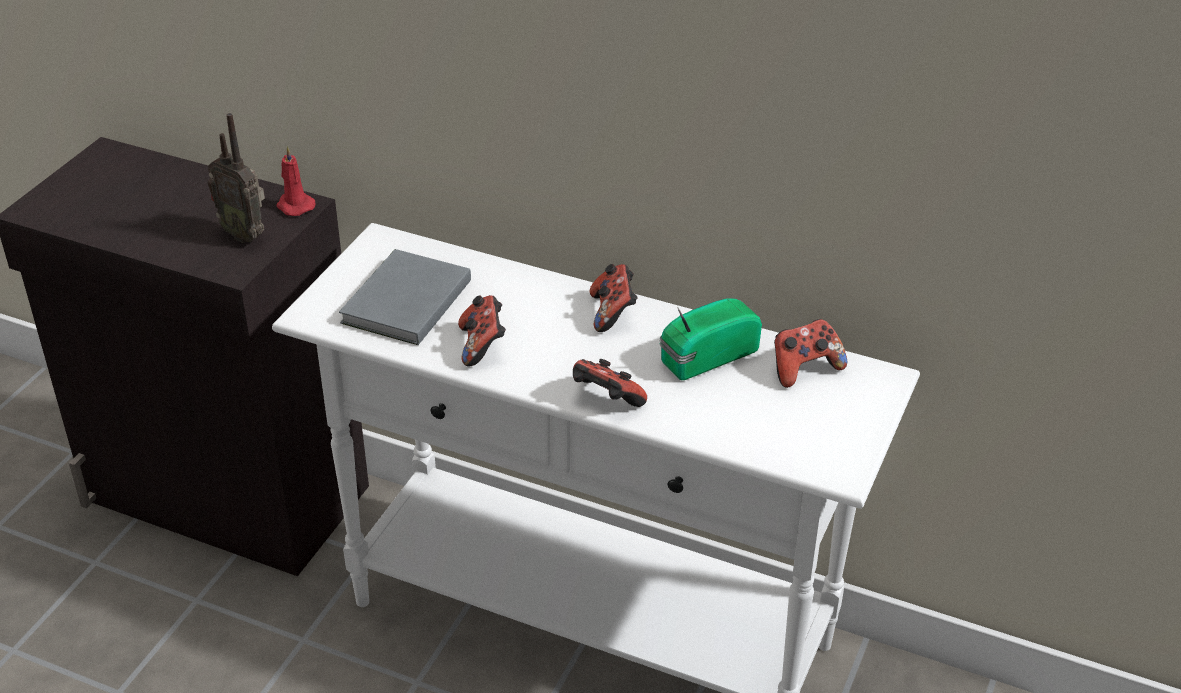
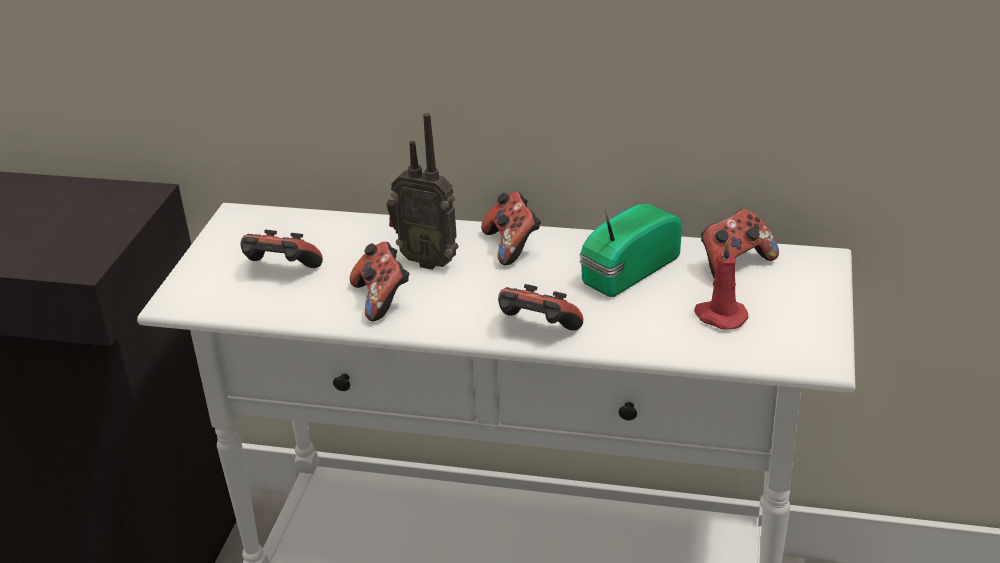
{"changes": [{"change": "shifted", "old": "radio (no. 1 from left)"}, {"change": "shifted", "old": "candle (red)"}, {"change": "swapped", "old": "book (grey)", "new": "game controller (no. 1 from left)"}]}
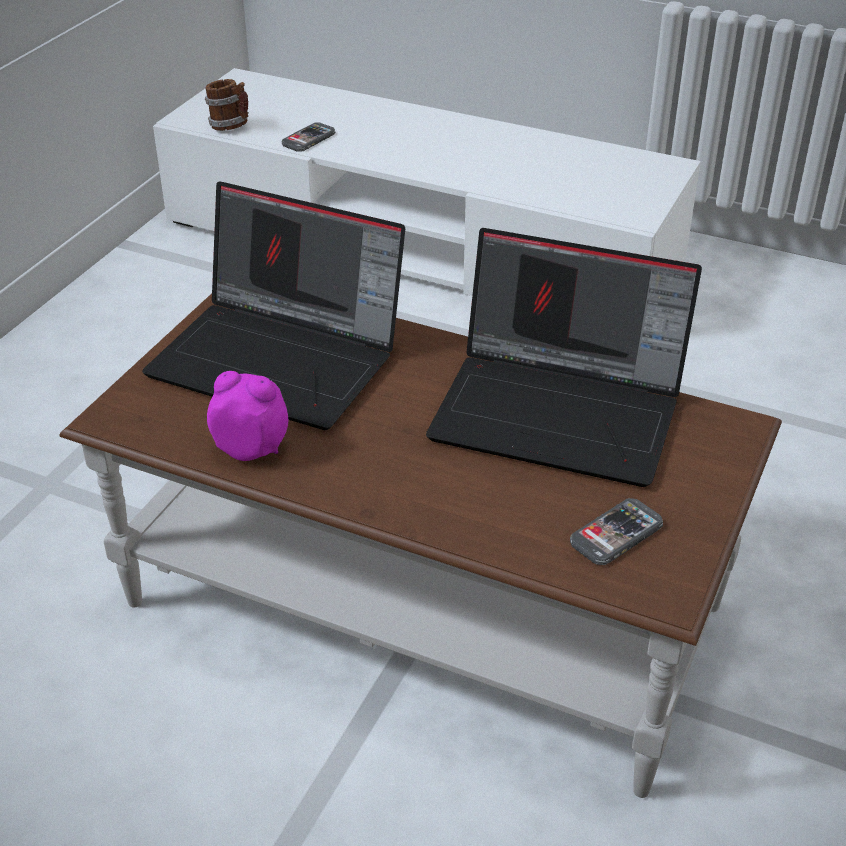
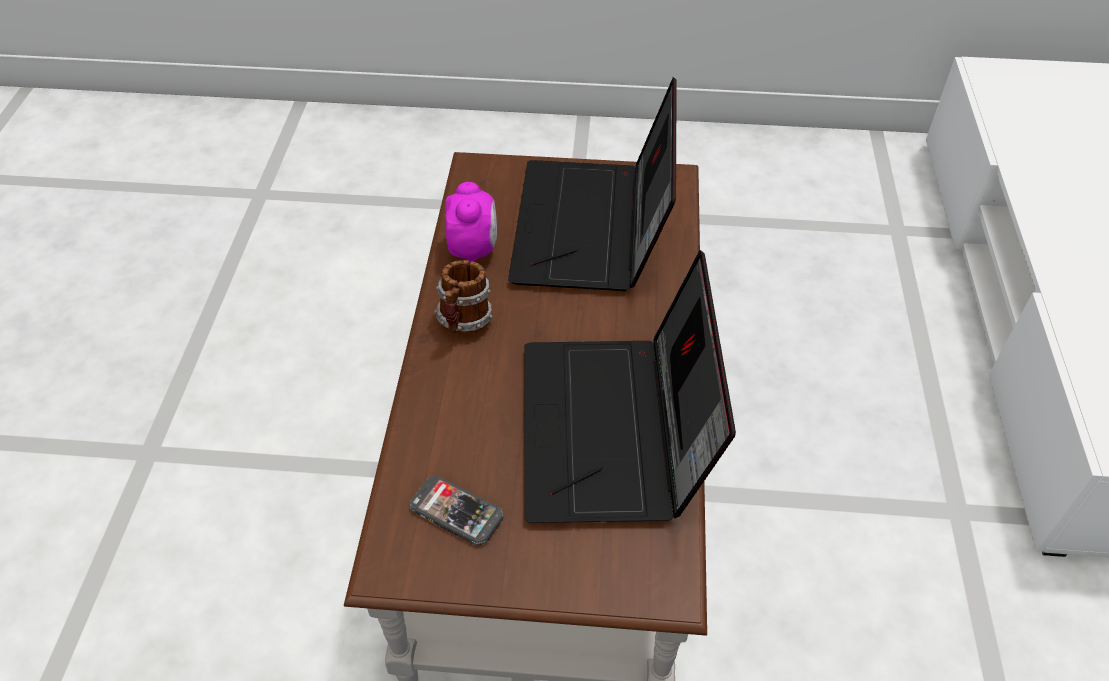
{"changes": [{"change": "gone", "old": "phone (no. 1 from left)"}, {"change": "shifted", "old": "mug"}]}
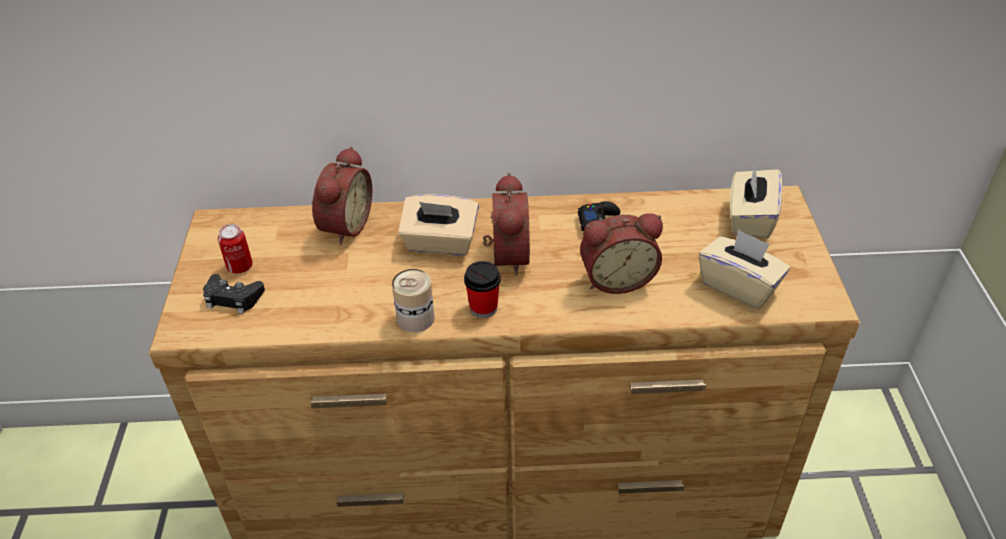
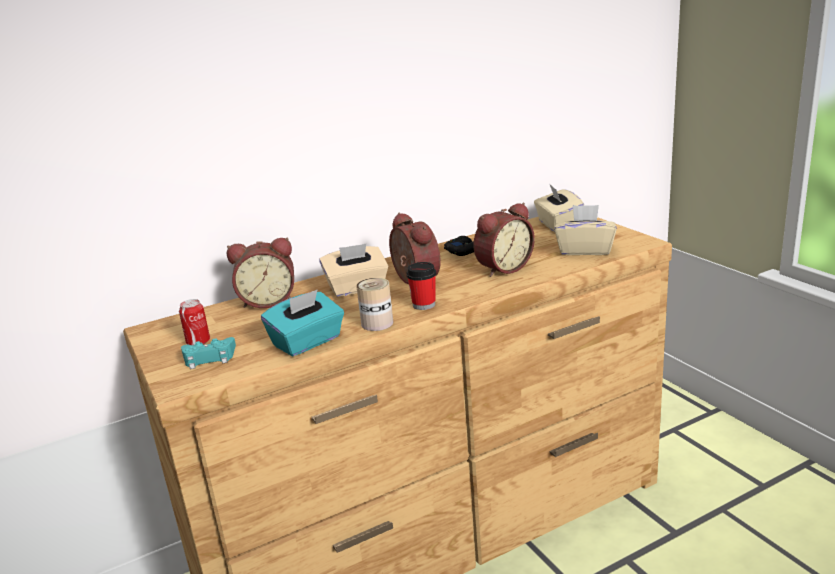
{"changes": [{"change": "new", "new": "tissue box (turquoise)"}, {"change": "repainted", "old": "game controller (black) (no. 1 from left)", "new": "game controller (turquoise)"}, {"change": "rotated", "old": "alarm clock (no. 1 from left)", "degrees": 90}]}
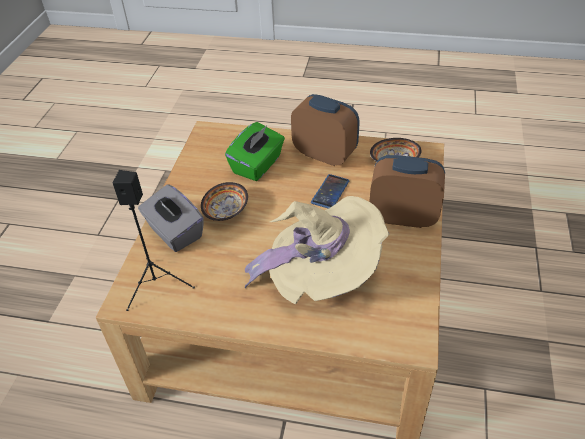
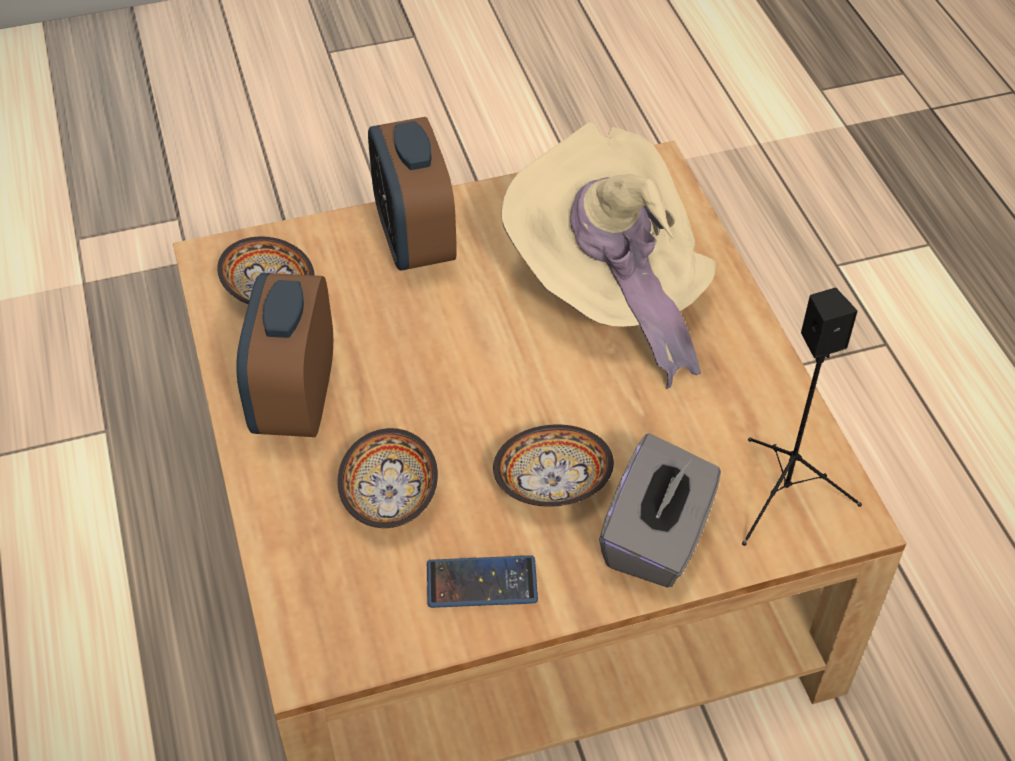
{"changes": [{"change": "shifted", "old": "phone"}, {"change": "swapped", "old": "tissue box (green)", "new": "bowl (no. 2 from left)"}]}
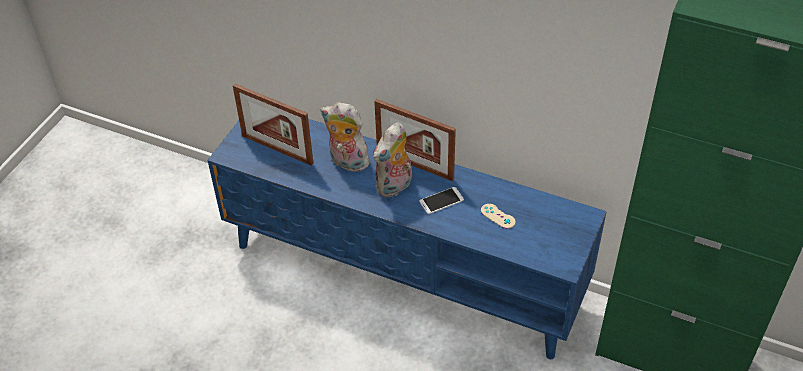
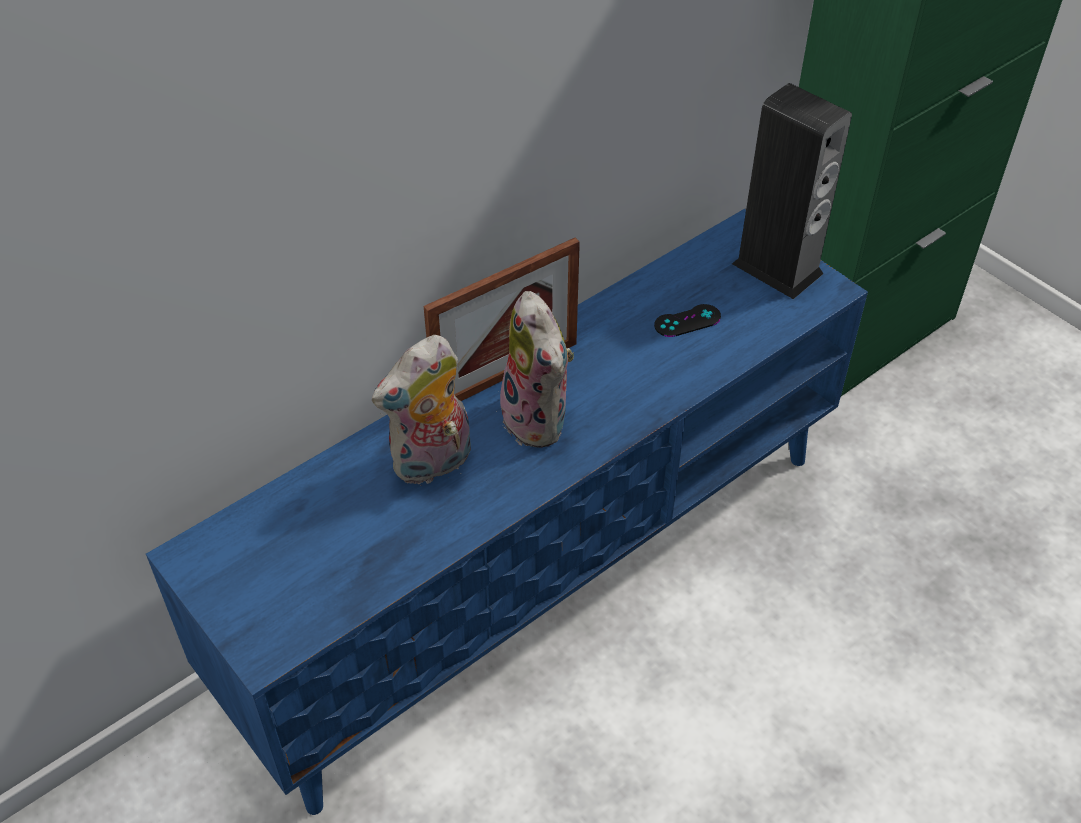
{"changes": [{"change": "gone", "old": "picture frame (no. 1 from left)"}, {"change": "gone", "old": "phone"}, {"change": "new", "new": "speaker"}, {"change": "repainted", "old": "game controller (beige)", "new": "game controller (black)"}]}
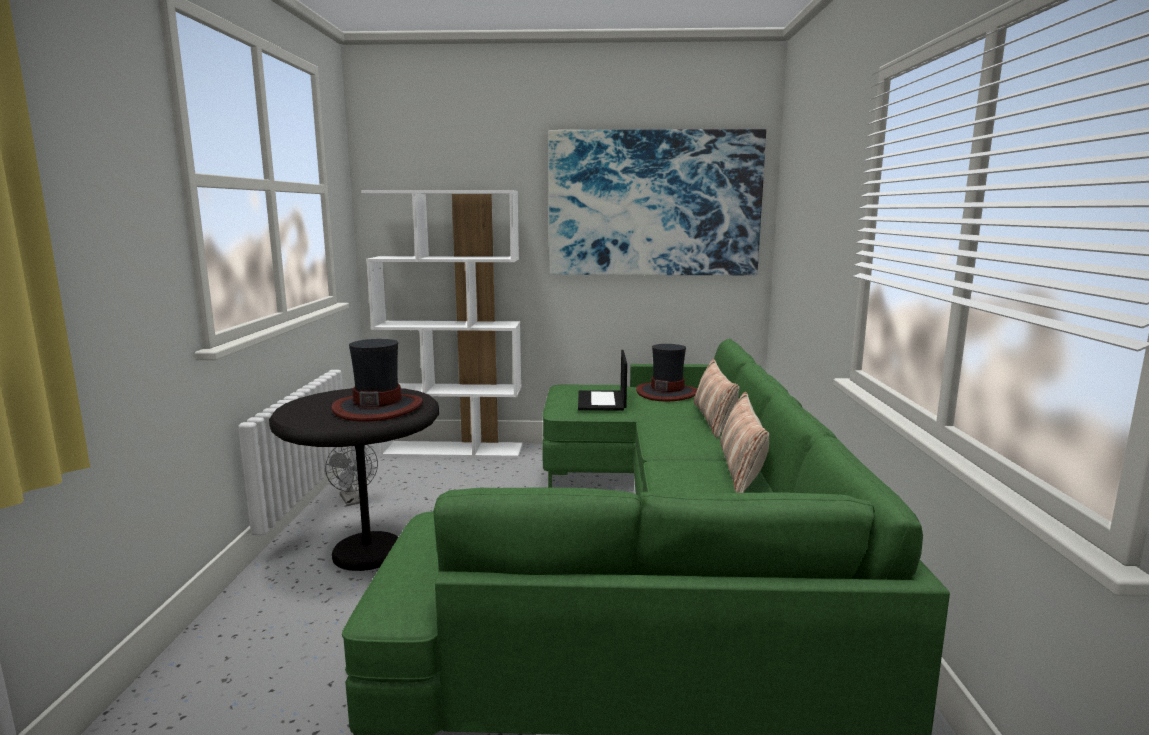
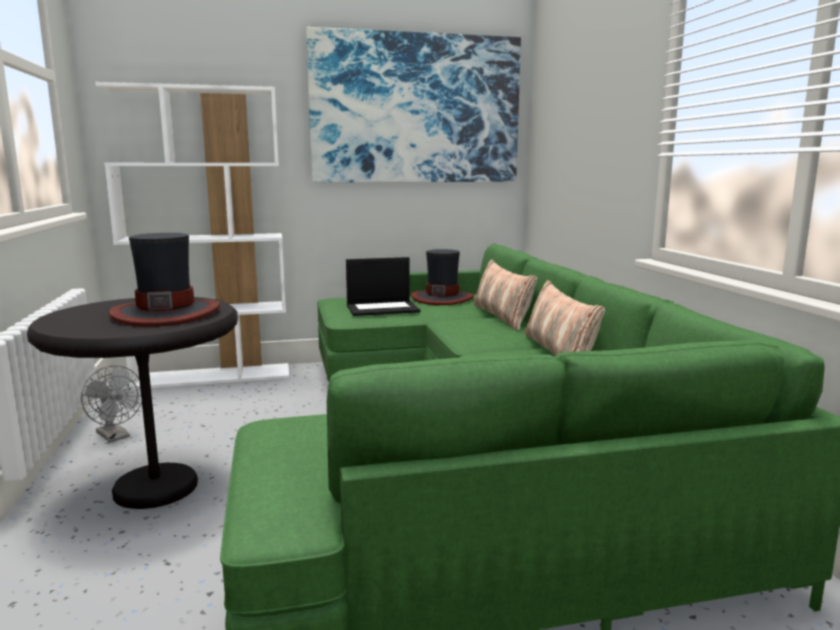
{"changes": [{"change": "rotated", "old": "laptop", "degrees": -90}]}
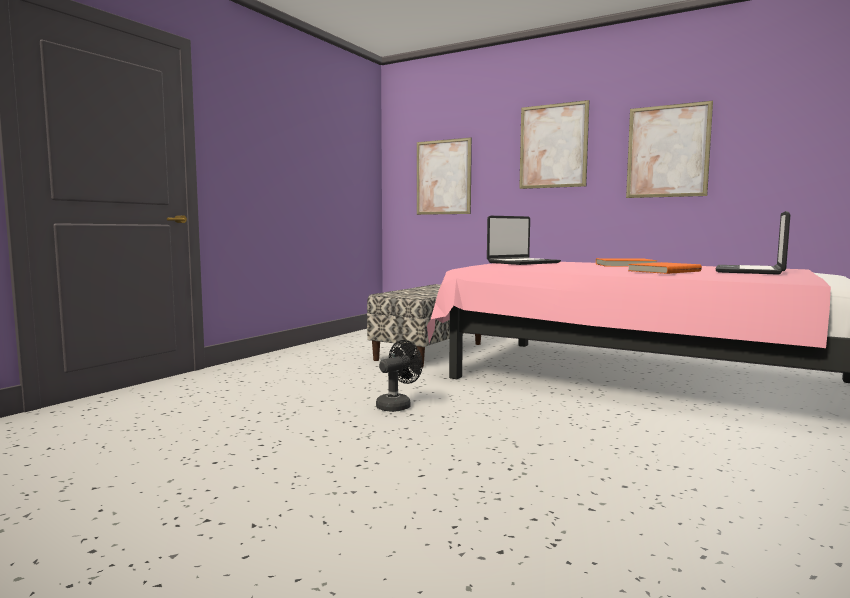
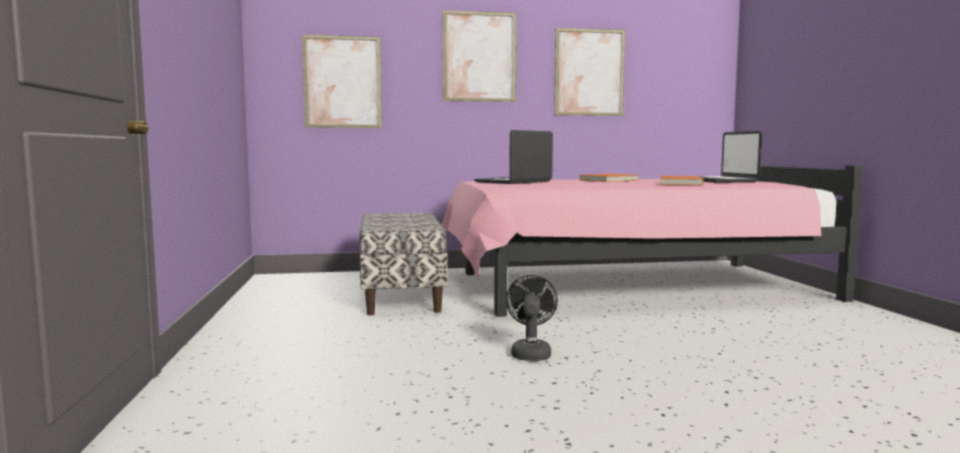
{"changes": [{"change": "rotated", "old": "laptop (no. 1 from left)", "degrees": -150}]}
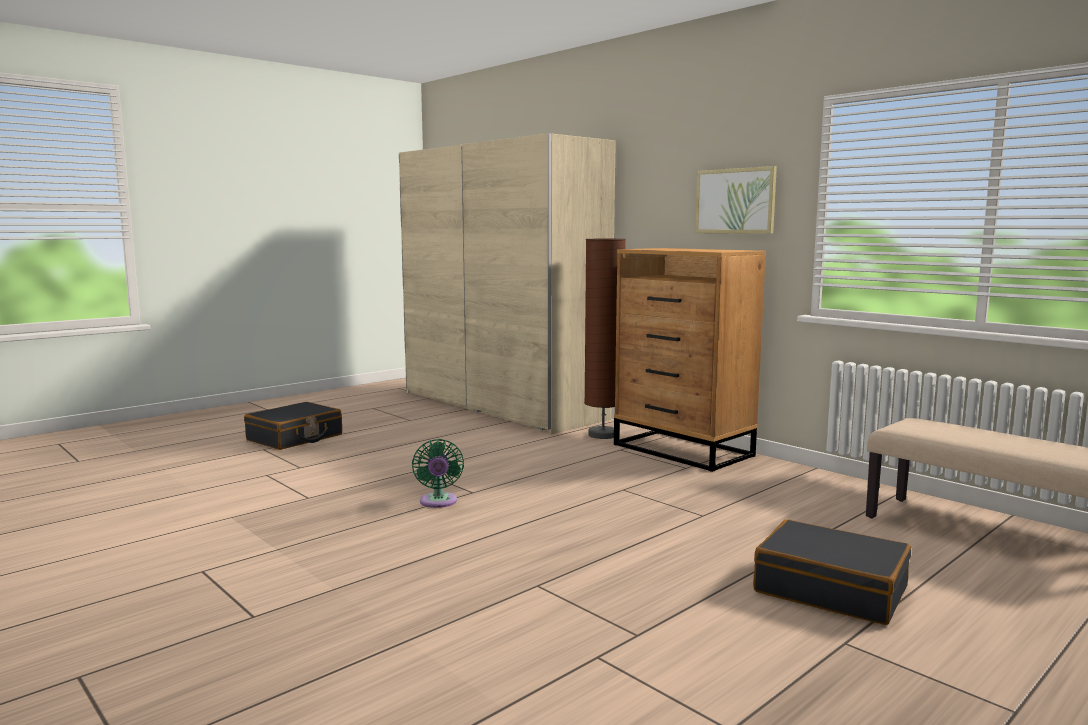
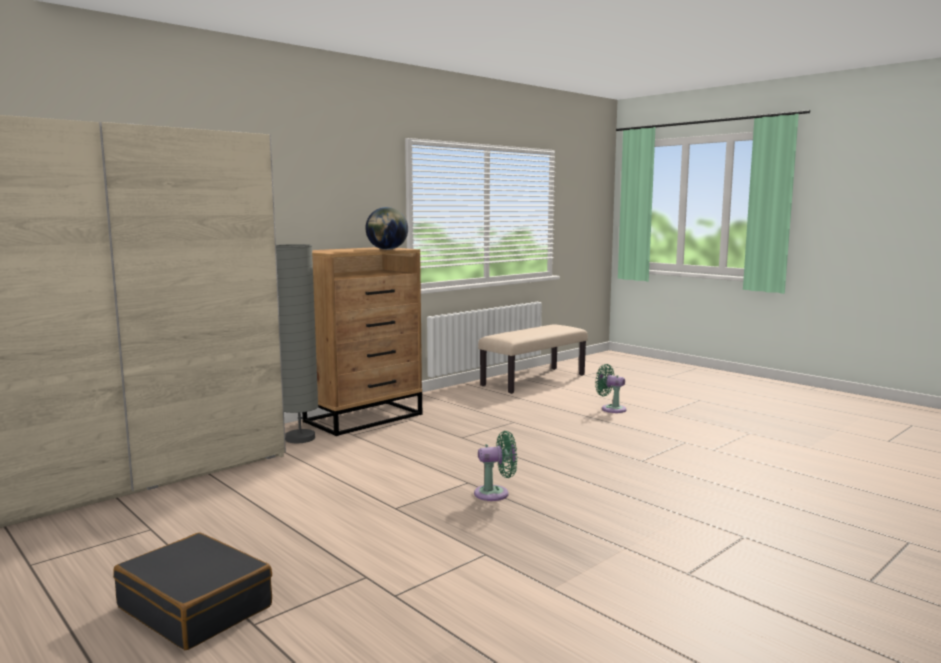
{"changes": [{"change": "gone", "old": "picture"}, {"change": "new", "new": "globe"}, {"change": "swapped", "old": "suitcase (black) (no. 2 from left)", "new": "fan (green) (no. 2 from left)"}, {"change": "repainted", "old": "floor lamp (brown)", "new": "floor lamp (grey)"}]}
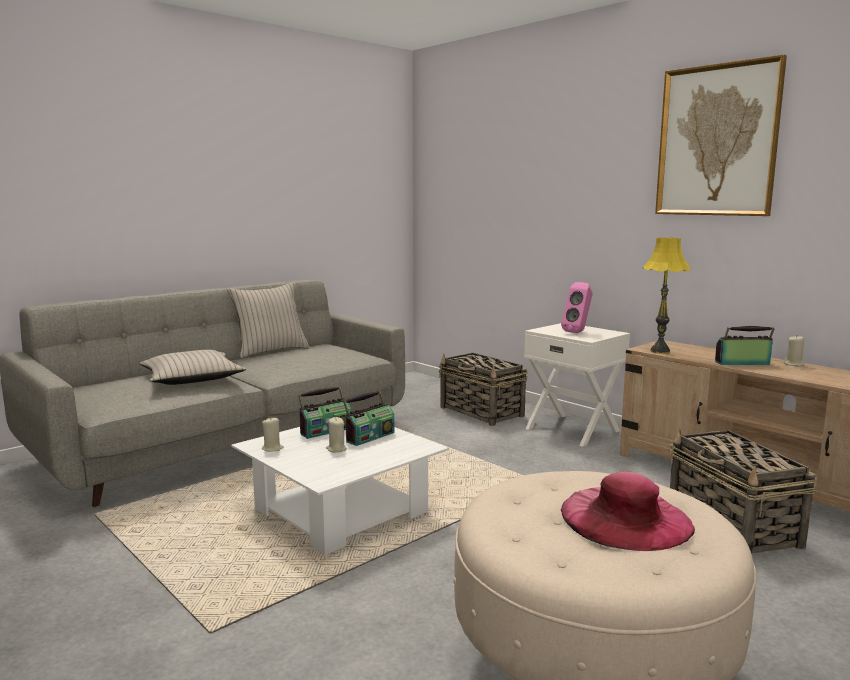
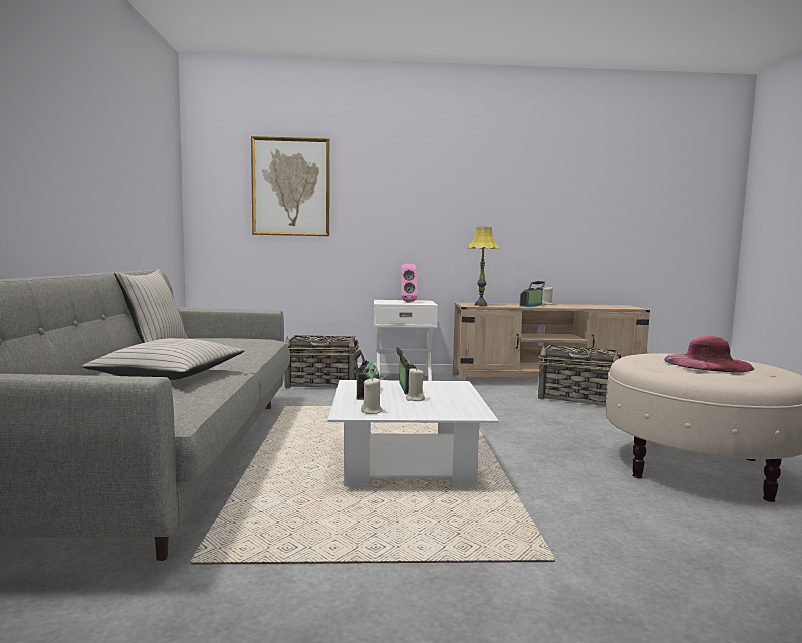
{"changes": [{"change": "shifted", "old": "picture"}]}
